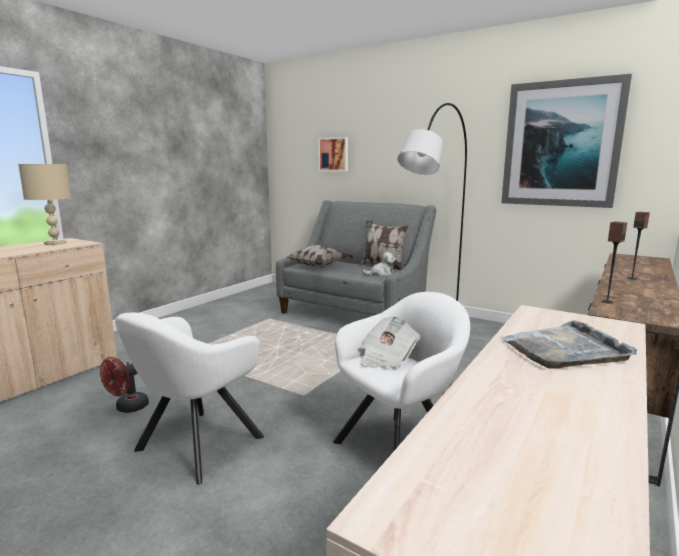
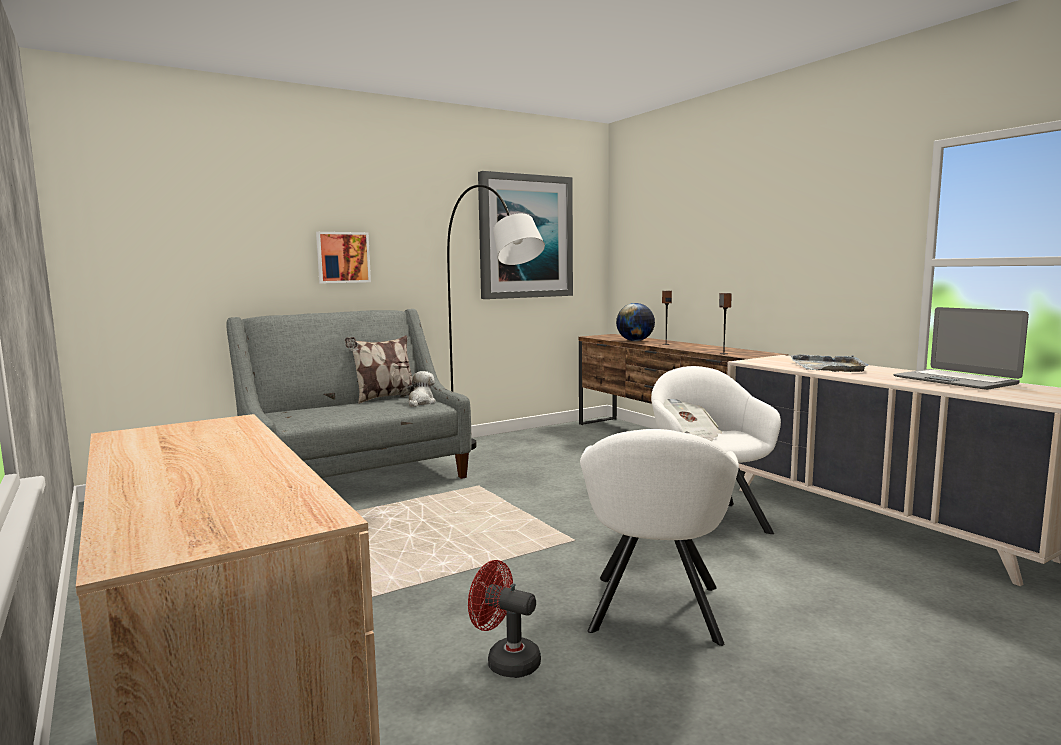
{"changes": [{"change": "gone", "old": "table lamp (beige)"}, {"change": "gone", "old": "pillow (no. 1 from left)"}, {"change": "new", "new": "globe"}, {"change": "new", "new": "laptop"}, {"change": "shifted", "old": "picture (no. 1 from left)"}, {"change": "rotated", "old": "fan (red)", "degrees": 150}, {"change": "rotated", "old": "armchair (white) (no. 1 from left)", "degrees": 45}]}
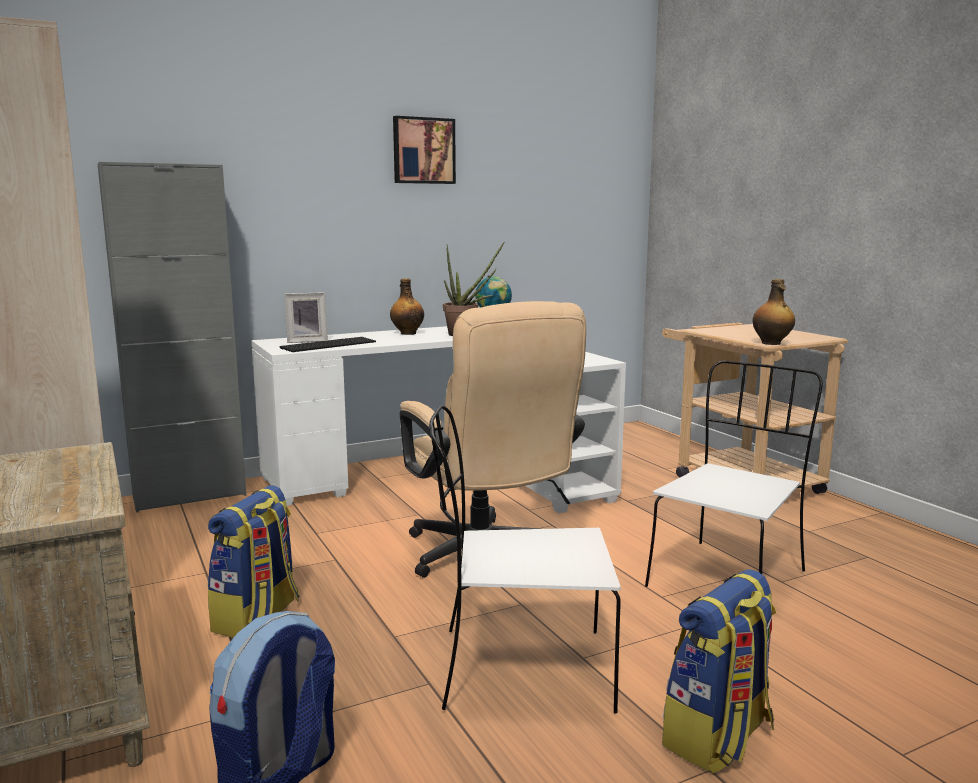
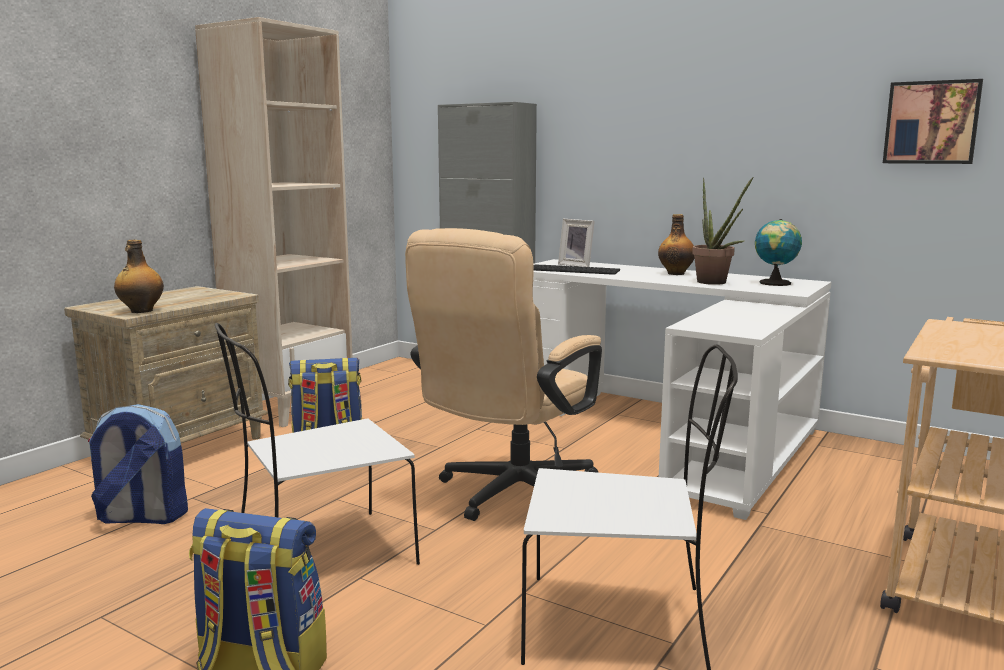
{"changes": [{"change": "shifted", "old": "picture"}, {"change": "shifted", "old": "bottle (no. 2 from left in the first image)", "new": "bottle (no. 1 from left)"}, {"change": "rotated", "old": "chair (white) (no. 1 from left)", "degrees": -90}]}
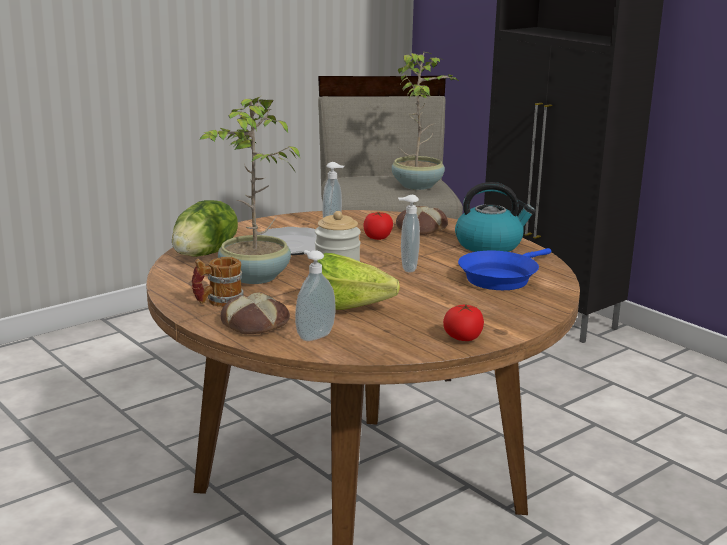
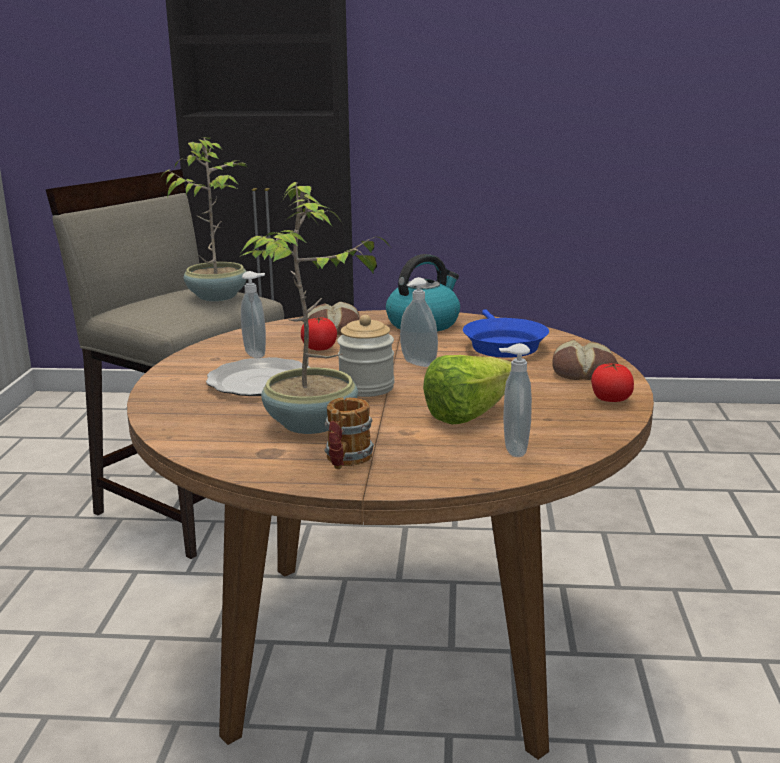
{"changes": [{"change": "gone", "old": "lettuce (no. 1 from left)"}, {"change": "shifted", "old": "bread (no. 1 from left in the first image)", "new": "bread (no. 2 from left)"}]}
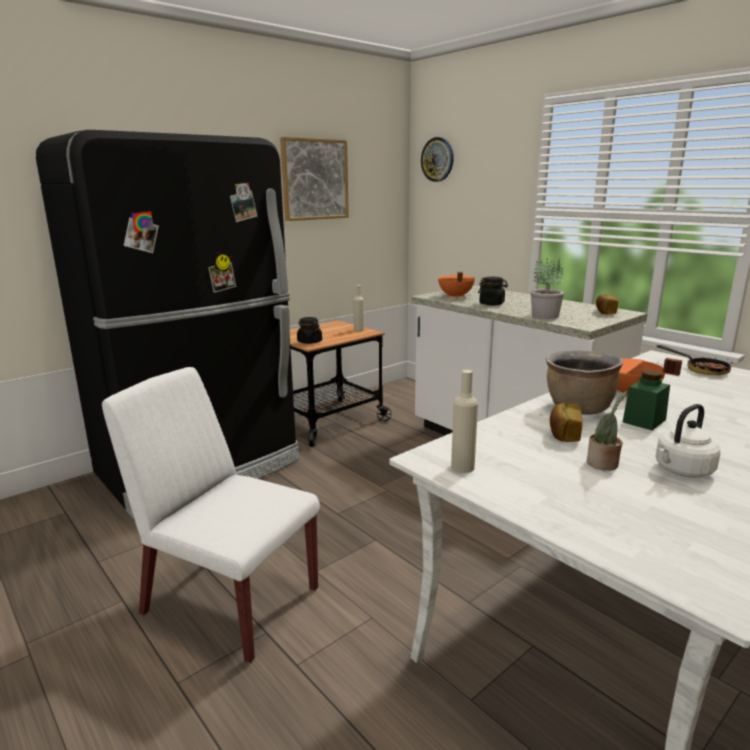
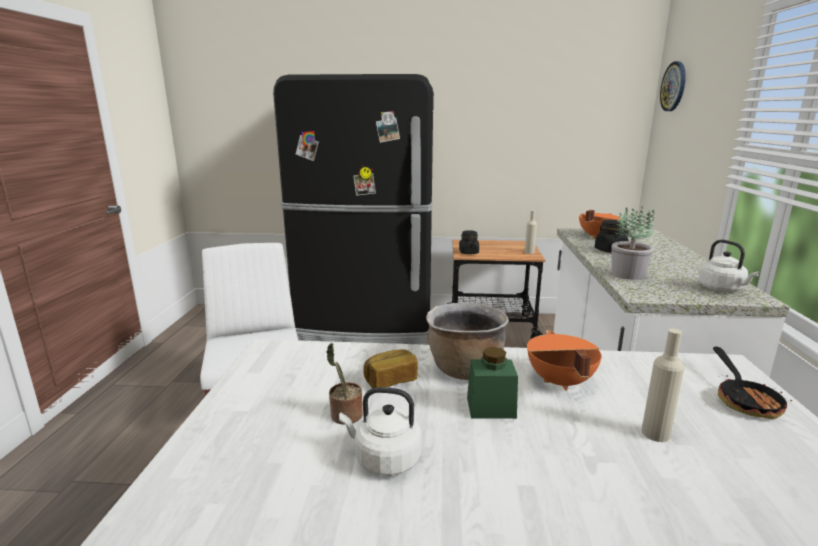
{"changes": [{"change": "gone", "old": "picture"}, {"change": "shifted", "old": "bottle (beige) (no. 2 from left)"}, {"change": "swapped", "old": "bread (no. 2 from left)", "new": "kettle (white) (no. 2 from left)"}]}
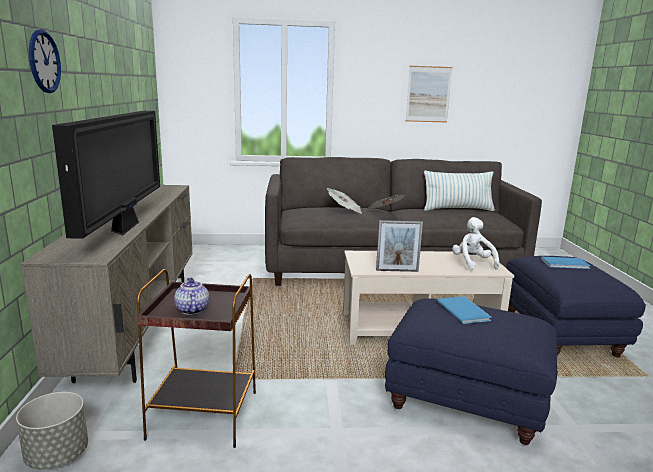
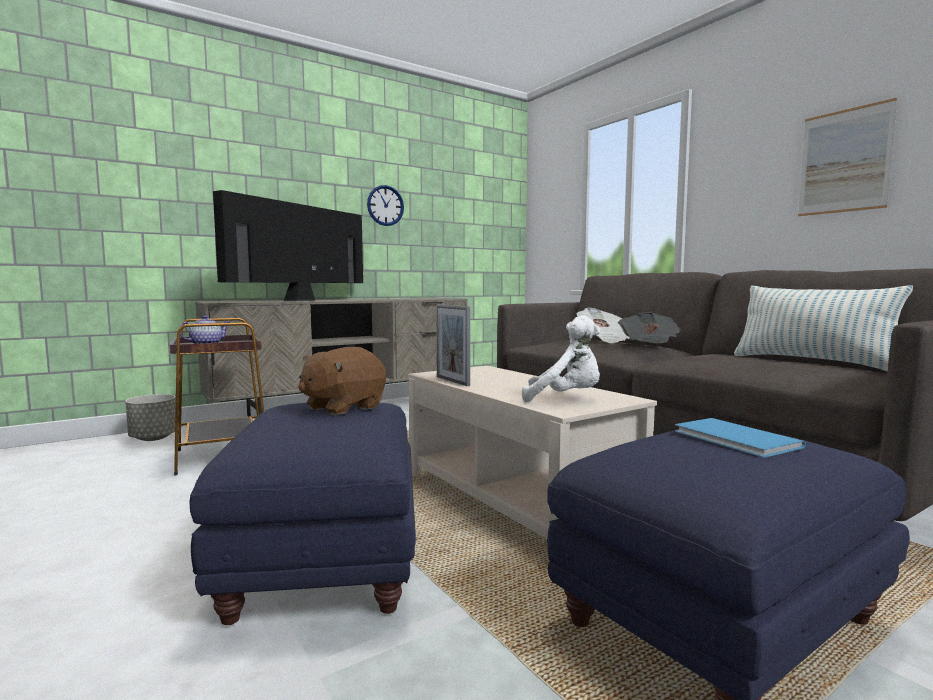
{"changes": [{"change": "shifted", "old": "wall clock"}, {"change": "swapped", "old": "book (blue) (no. 1 from left)", "new": "plush toy (brown)"}, {"change": "rotated", "old": "television", "degrees": 150}, {"change": "rotated", "old": "plush toy (white)", "degrees": 60}]}
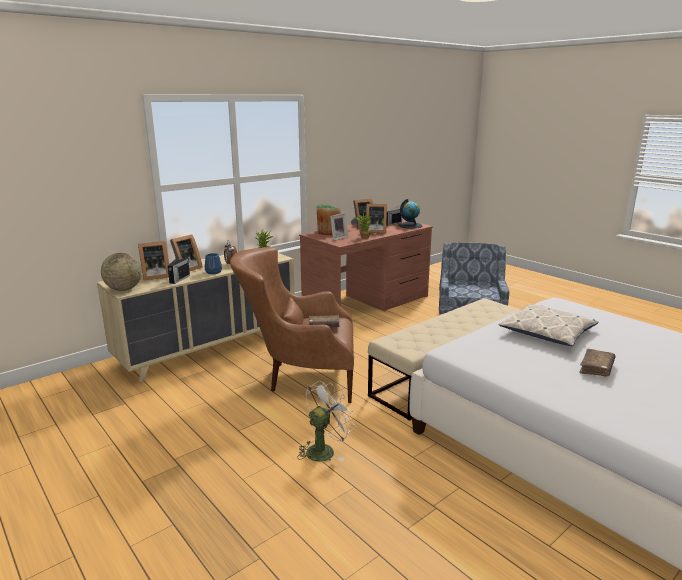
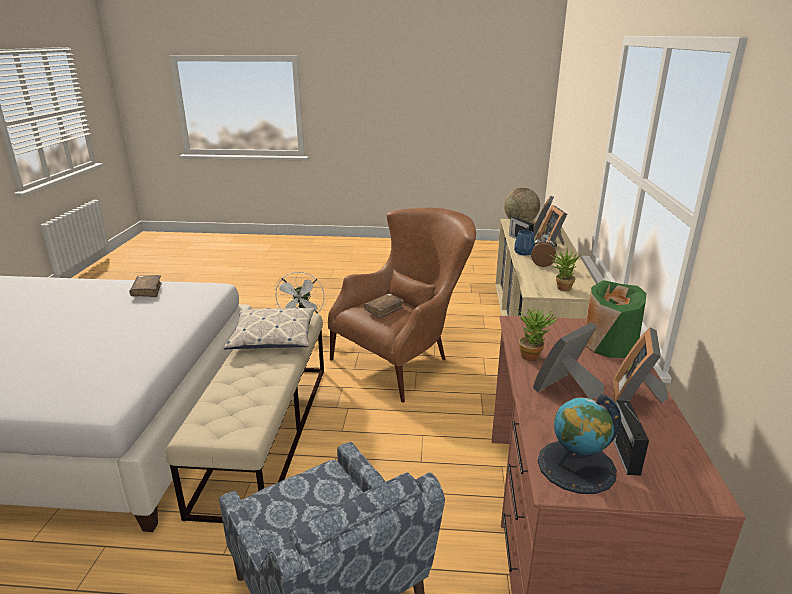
{"changes": [{"change": "gone", "old": "picture frame (no. 3 from left)"}, {"change": "shifted", "old": "pillow"}, {"change": "shifted", "old": "book (brown) (no. 2 from left in the first image)", "new": "book (brown) (no. 1 from left)"}]}
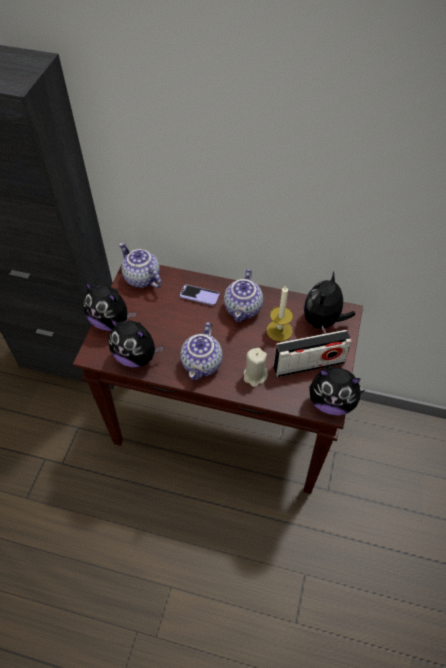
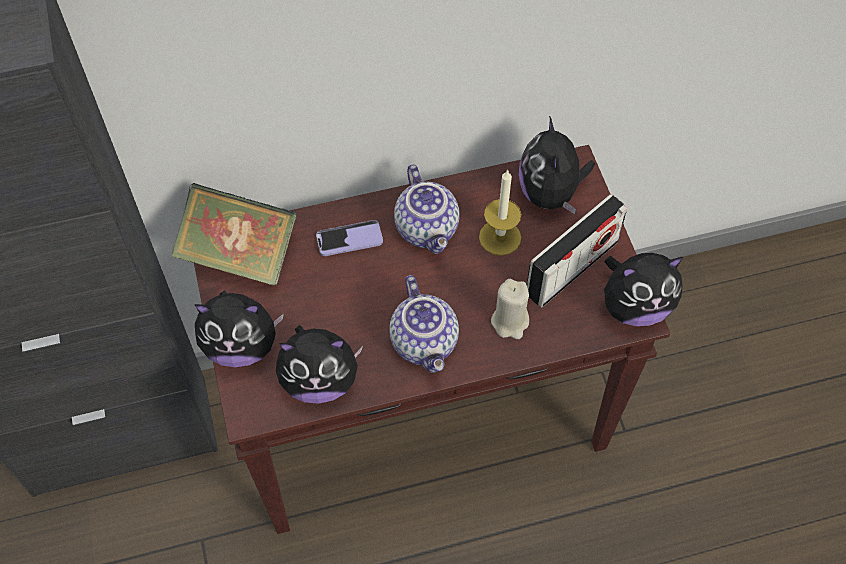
{"changes": [{"change": "swapped", "old": "teapot (no. 1 from left)", "new": "book"}]}
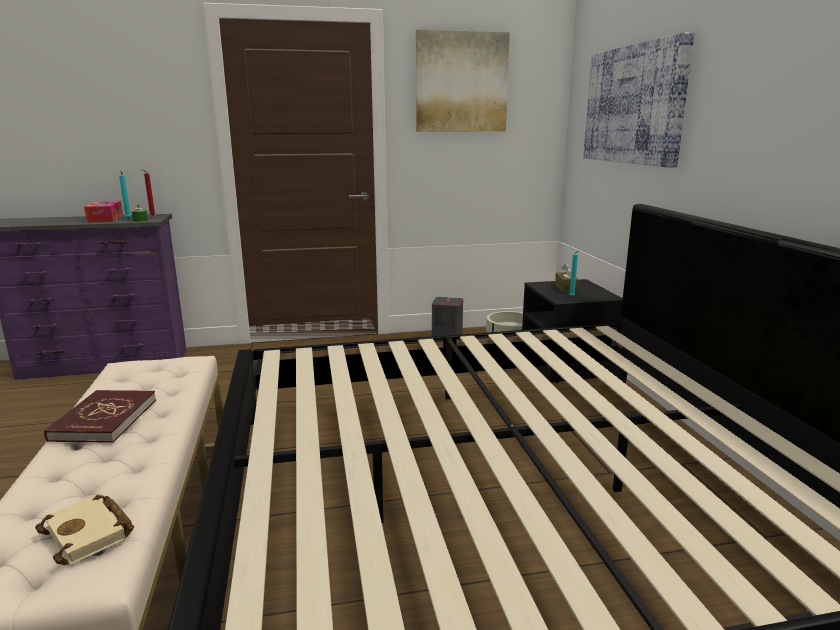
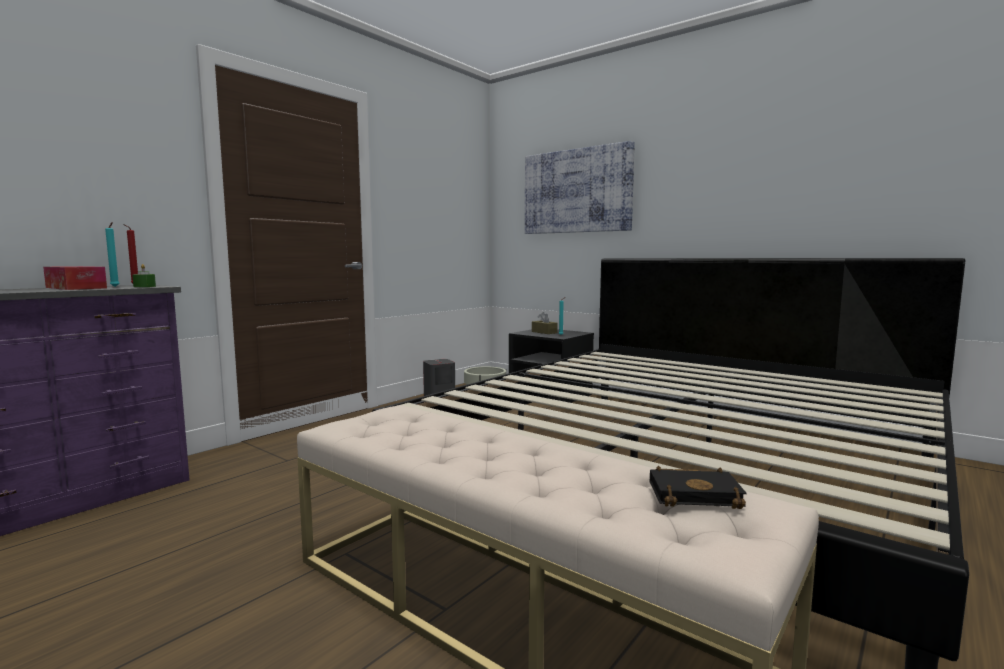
{"changes": [{"change": "gone", "old": "book (red)"}, {"change": "gone", "old": "picture (no. 1 from left)"}, {"change": "repainted", "old": "book (beige)", "new": "book (black)"}]}
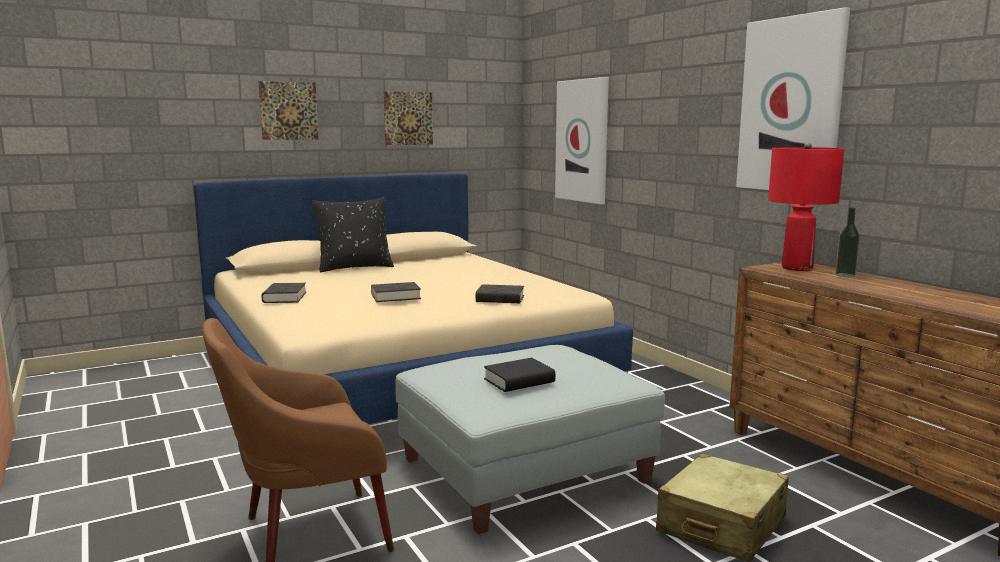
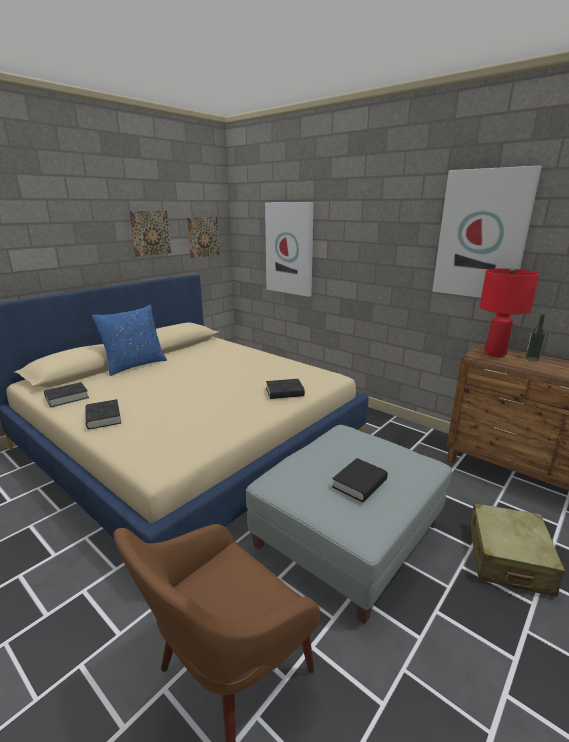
{"changes": [{"change": "shifted", "old": "picture (no. 1 from left in the first image)", "new": "picture (no. 2 from left)"}, {"change": "shifted", "old": "book (black) (no. 2 from left in the first image)", "new": "book (black) (no. 1 from left)"}, {"change": "repainted", "old": "pillow (black)", "new": "pillow (blue)"}]}
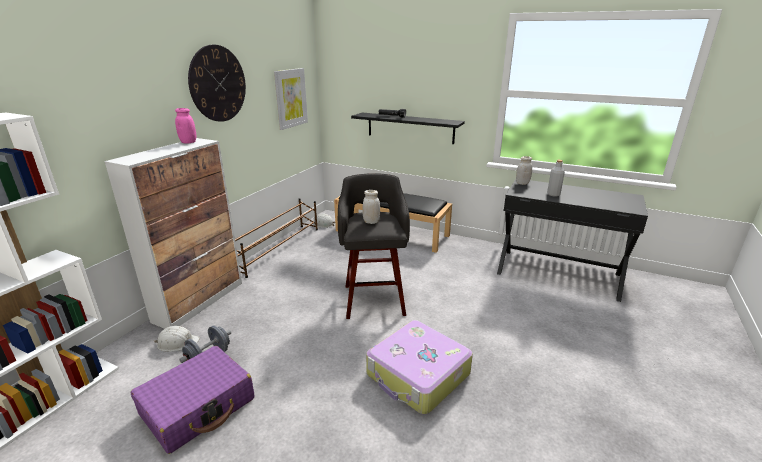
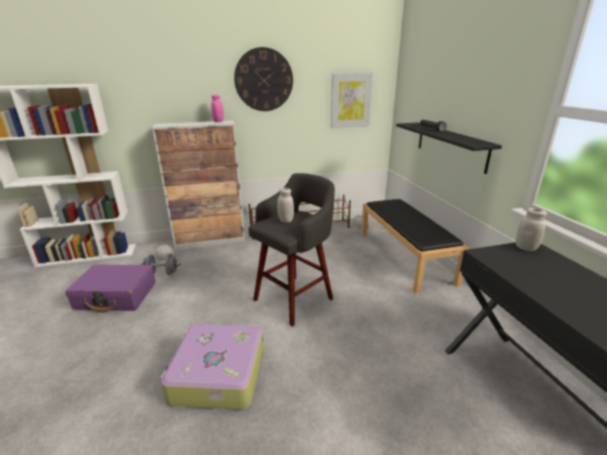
{"changes": [{"change": "gone", "old": "bottle (grey)"}]}
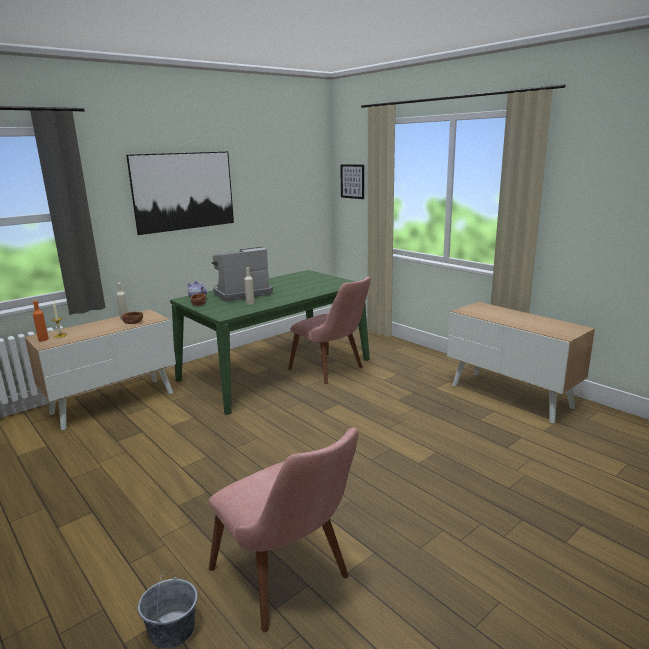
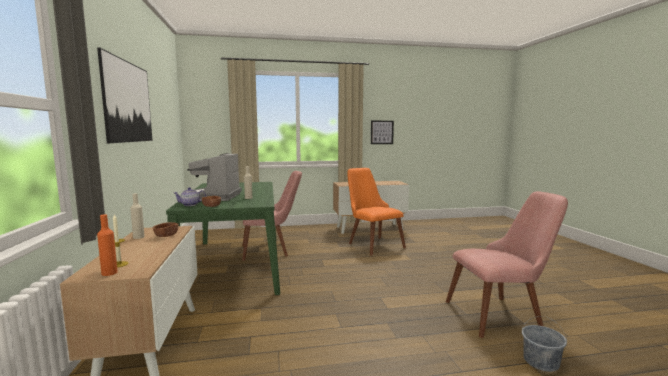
{"changes": [{"change": "new", "new": "chair (orange)"}, {"change": "shifted", "old": "picture (no. 2 from left)"}]}
